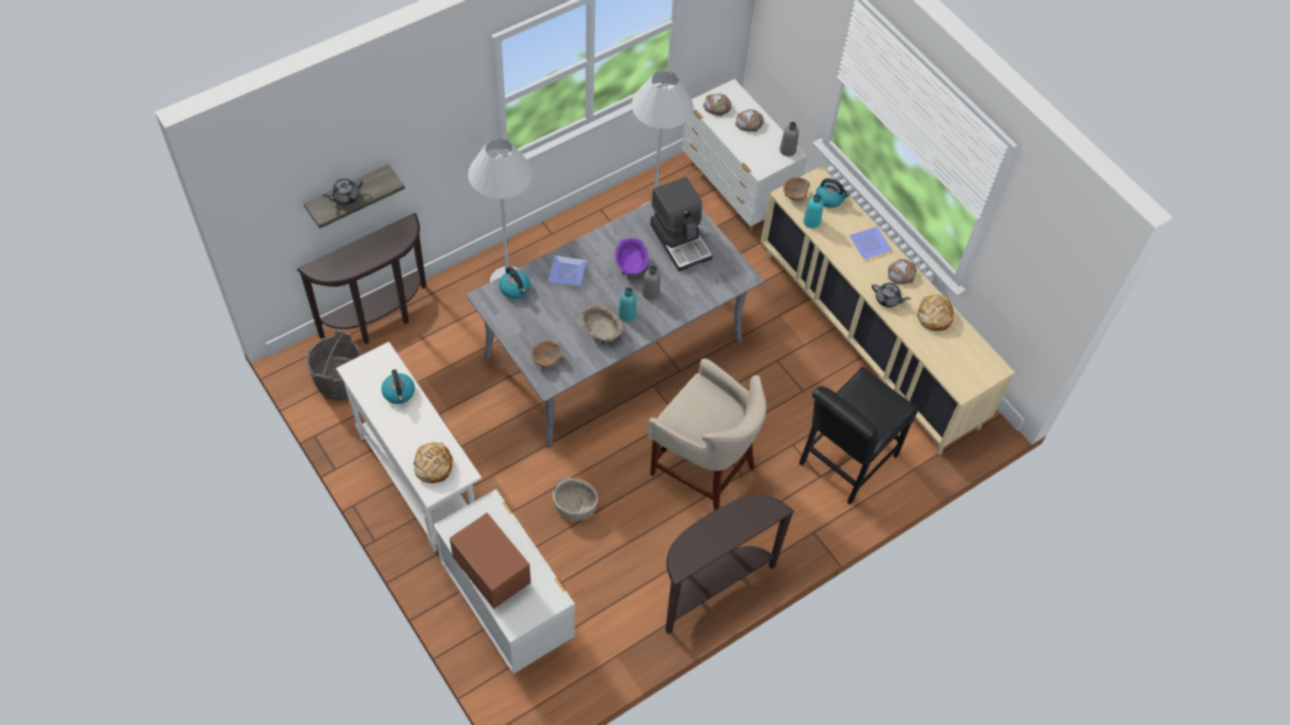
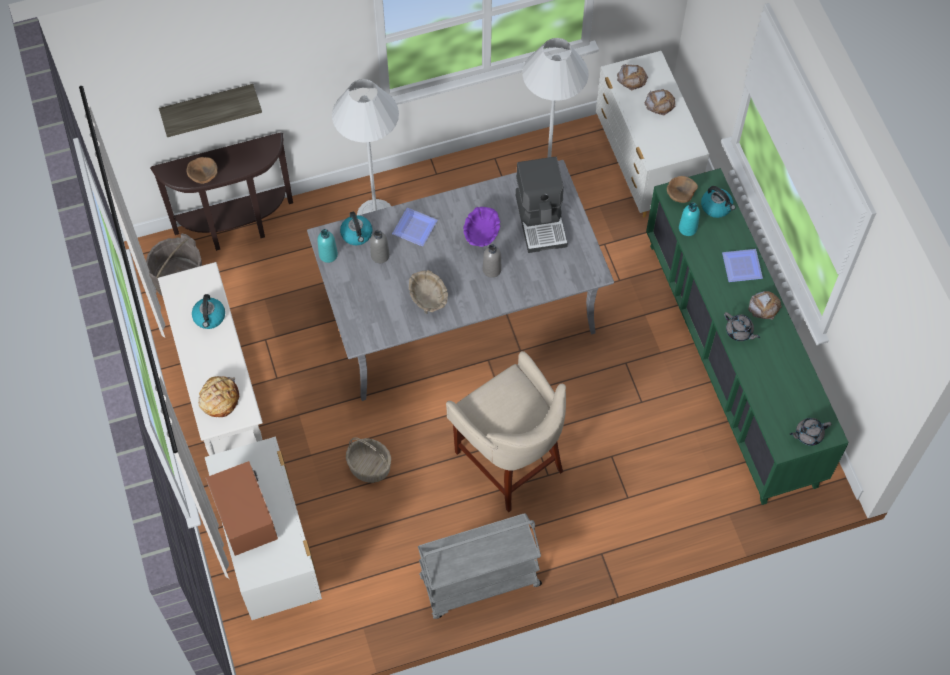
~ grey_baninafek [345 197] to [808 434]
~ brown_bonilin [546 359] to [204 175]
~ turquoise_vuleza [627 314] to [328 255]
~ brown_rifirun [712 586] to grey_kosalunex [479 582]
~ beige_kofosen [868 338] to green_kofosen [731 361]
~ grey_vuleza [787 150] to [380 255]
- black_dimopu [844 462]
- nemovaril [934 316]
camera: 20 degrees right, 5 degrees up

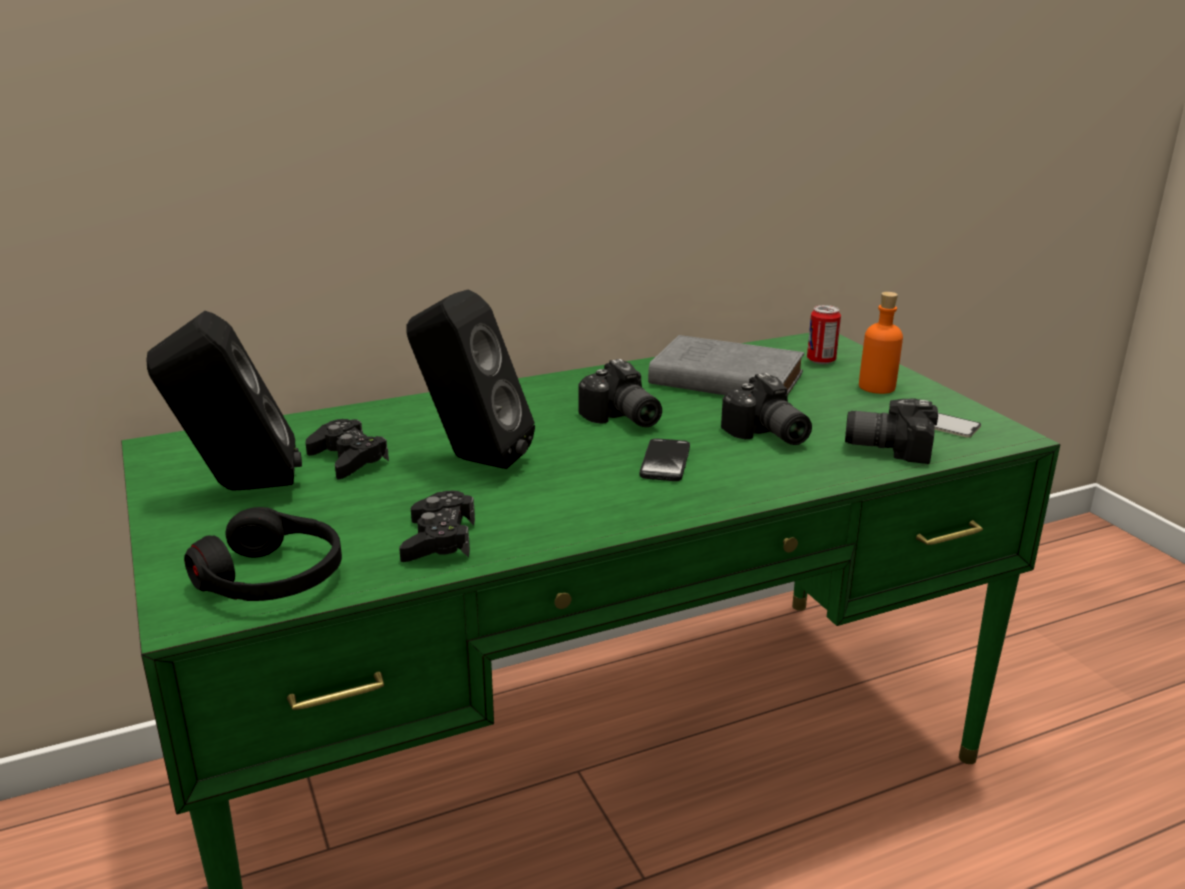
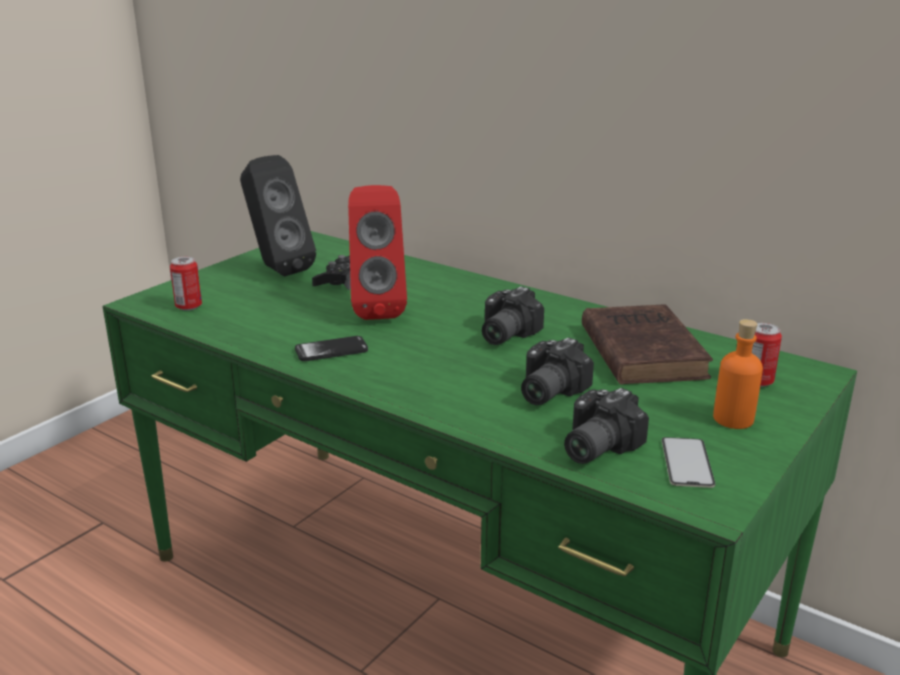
~ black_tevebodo [272 577] to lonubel [188 307]
- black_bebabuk [439 539]
~ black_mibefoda [471 460] to red_mibefoda [377 309]
~ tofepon [665 462] to [331 350]
~ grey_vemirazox [722 378] to brown_vemirazox [641 350]
~ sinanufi [887 446] = [593 447] 120 degrees counterclockwise
camera: 60 degrees right, 0 degrees up

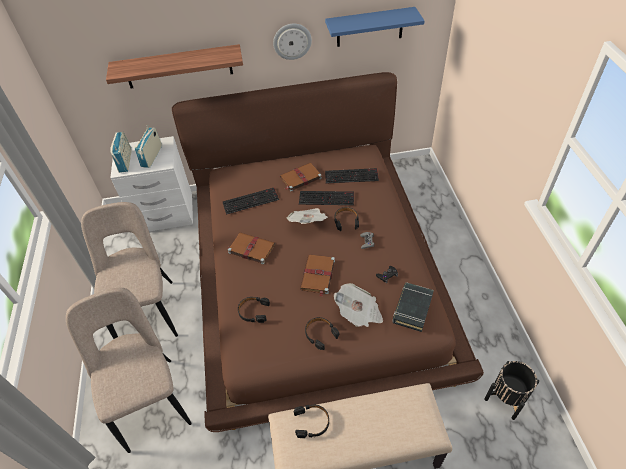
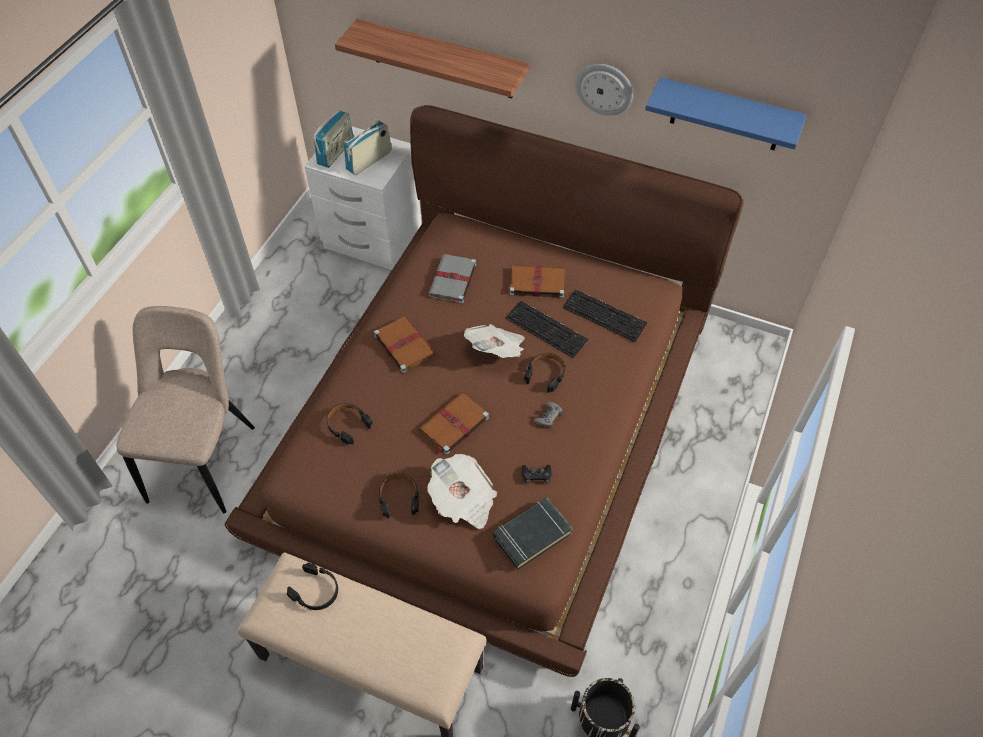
- beige_dimopu [148 310]
~ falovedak [251 200] to grey_vemirazox [452 281]
camera: 30 degrees right, 5 degrees up

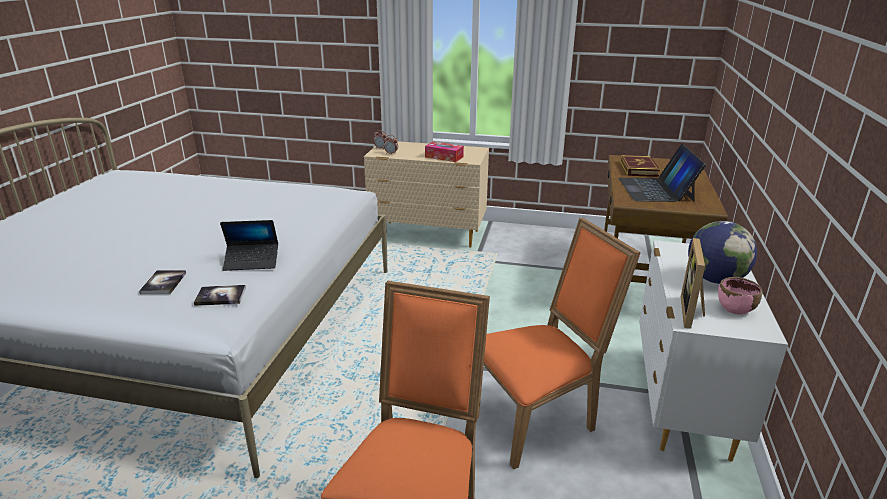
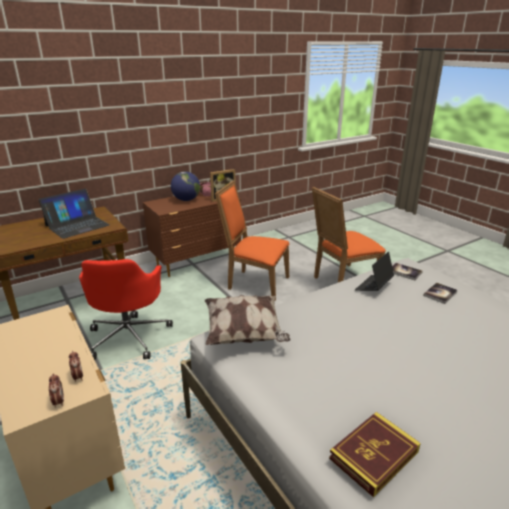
~ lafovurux [252 262] = [374 286] 90 degrees counterclockwise
- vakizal [444 157]
~ vemirazox [638 169] to [374 455]
~ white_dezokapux [683 402] to brown_dezokapux [197 261]
+ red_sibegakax [129 336]
+ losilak [244 334]
camera: 135 degrees left, 0 degrees up

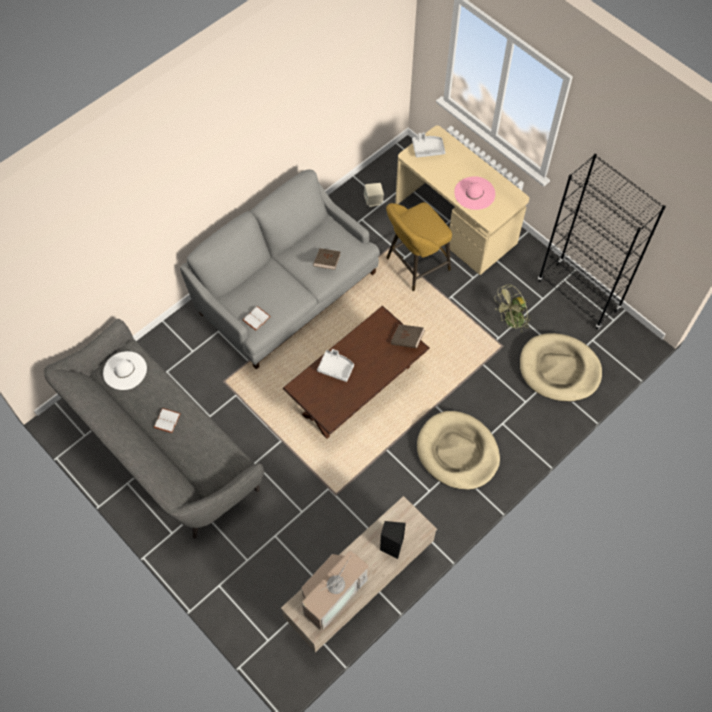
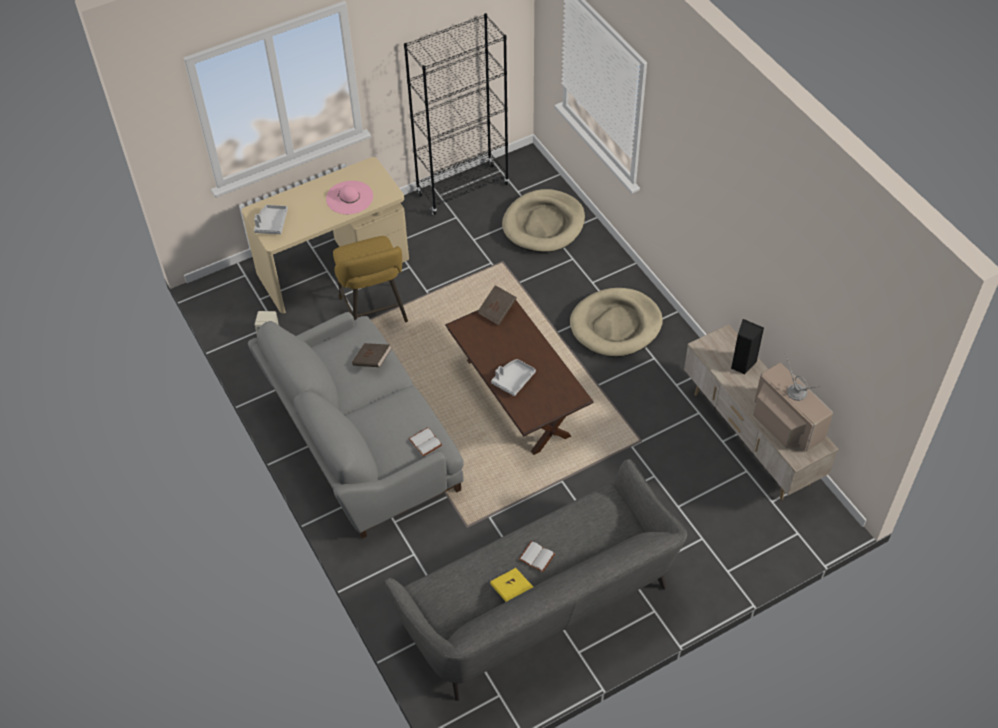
- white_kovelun [125 370]
- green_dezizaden [511 322]
+ yellow_vemirazox [512 591]
camera: 75 degrees left, 10 degrees down

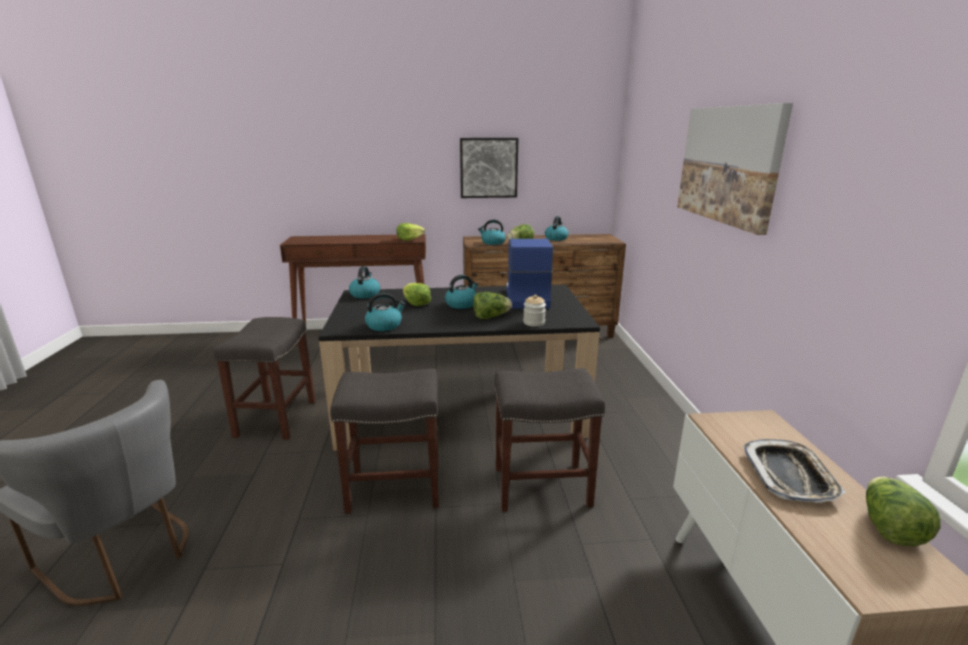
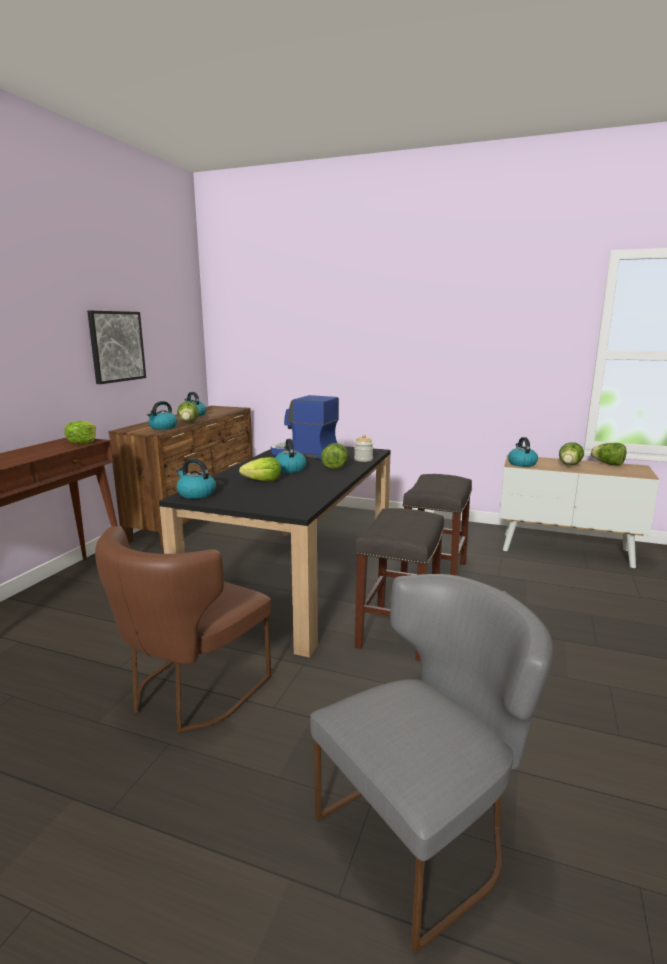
~ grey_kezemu [276 418] to brown_dimopu [191 693]
~ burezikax [384 325] to [521 463]
- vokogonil [728 164]
~ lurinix [789 475] to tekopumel [569 465]
camera: 65 degrees left, 5 degrees down

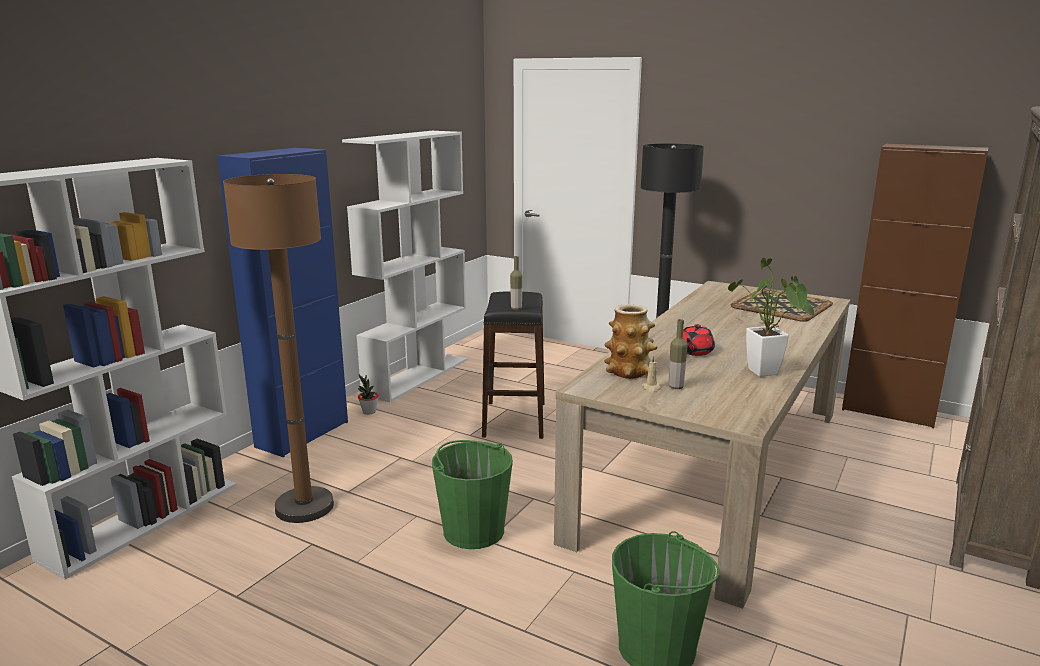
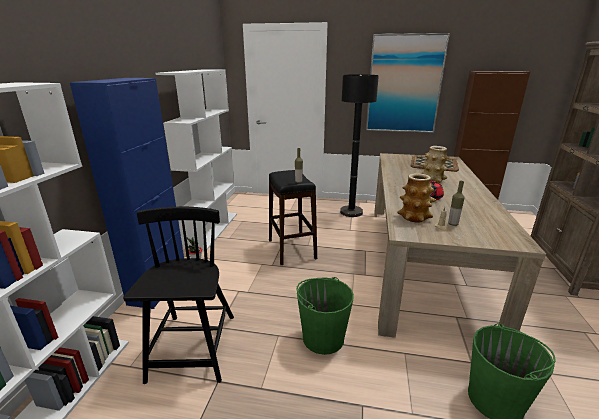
~ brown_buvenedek [304 507] to black_dimopu [193 348]
- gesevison [766 375]
+ vokogonil [404 85]
+ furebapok [432 180]
camera: 20 degrees left, 5 degrees up

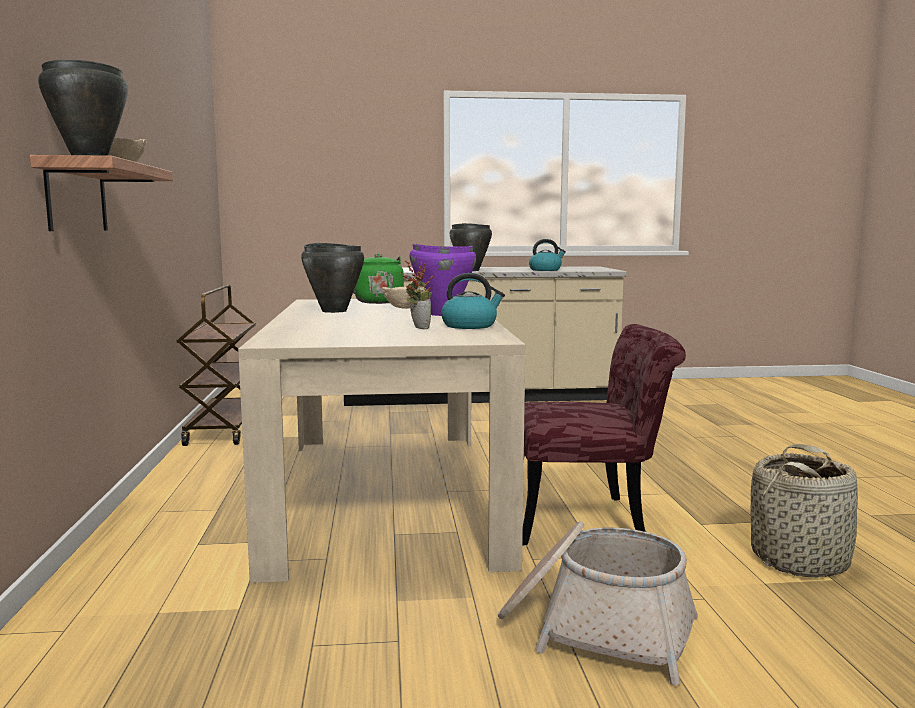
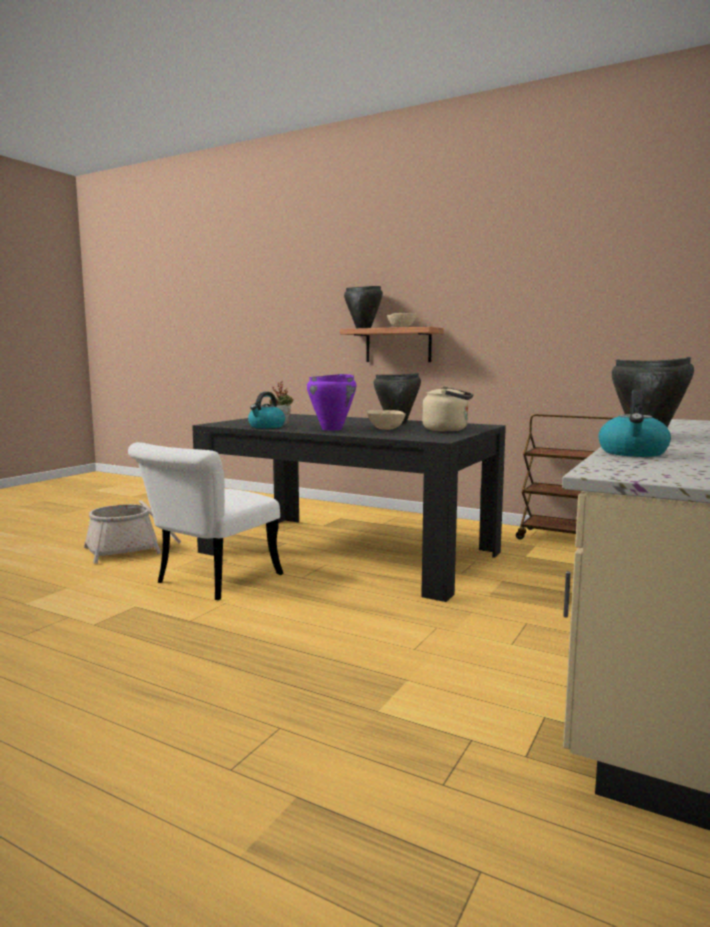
~ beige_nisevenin [387 493] to black_nisevenin [348 552]
~ green_burezikax [377 302] to beige_burezikax [448 430]
~ red_dimopu [590 519] to white_dimopu [209 582]
- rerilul [800 560]
camera: 125 degrees right, 0 degrees up

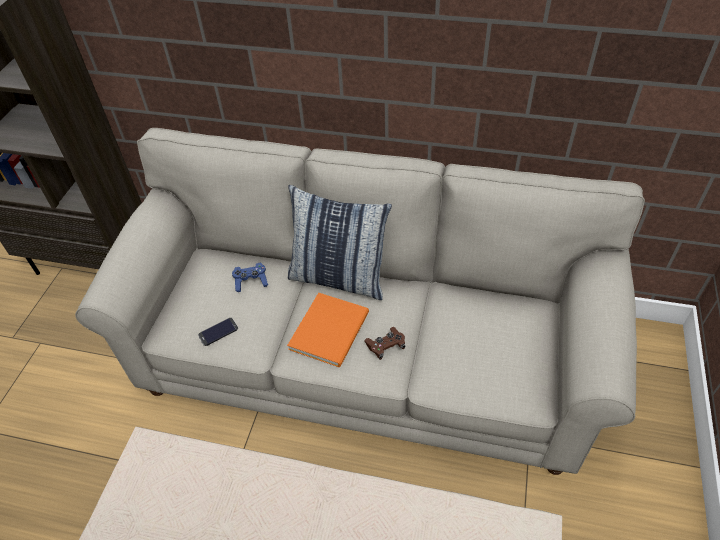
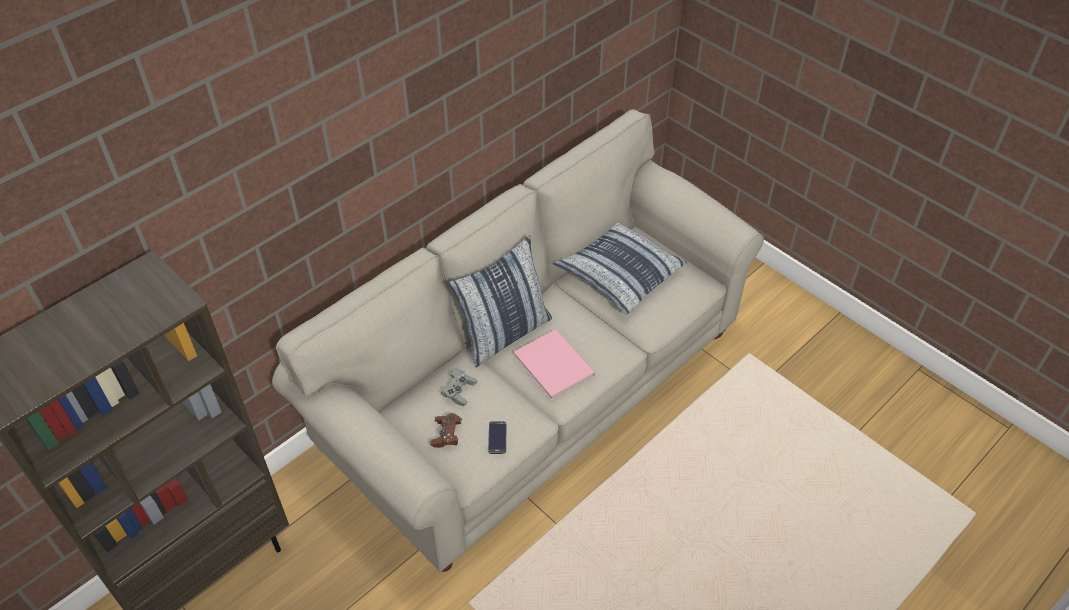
~ blue_bebabuk [251 281] to grey_bebabuk [459 391]
~ orange_vemirazox [332 329] to pink_vemirazox [554 363]
~ brown_bebabuk [385 346] to [446 434]
+ losilak [619 273]
camera: 60 degrees left, 0 degrees up

